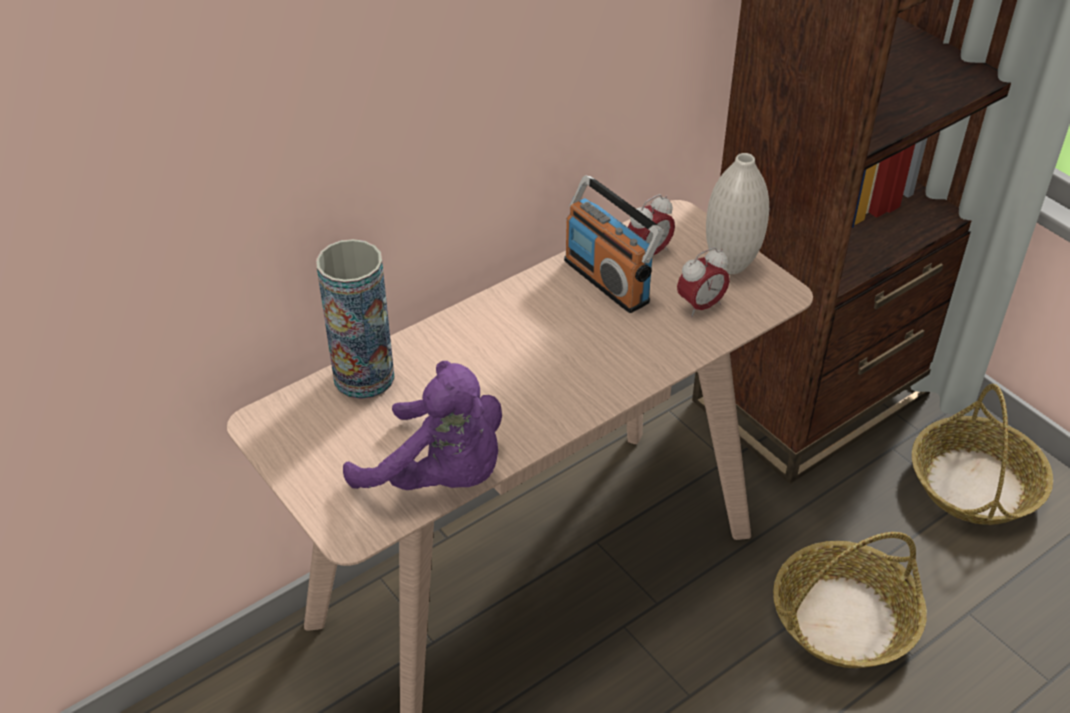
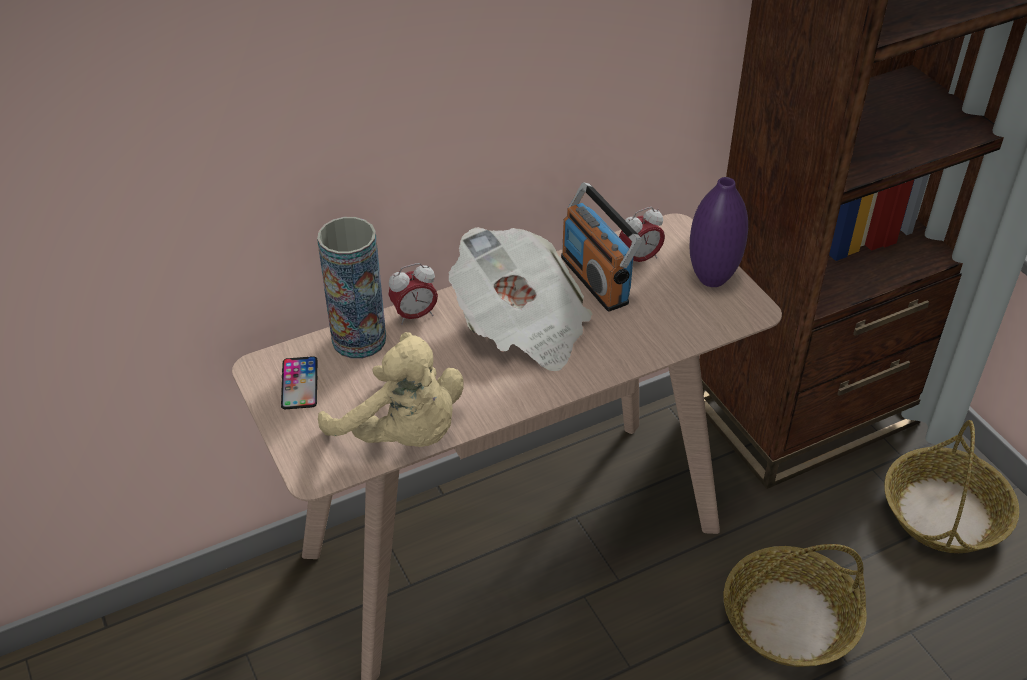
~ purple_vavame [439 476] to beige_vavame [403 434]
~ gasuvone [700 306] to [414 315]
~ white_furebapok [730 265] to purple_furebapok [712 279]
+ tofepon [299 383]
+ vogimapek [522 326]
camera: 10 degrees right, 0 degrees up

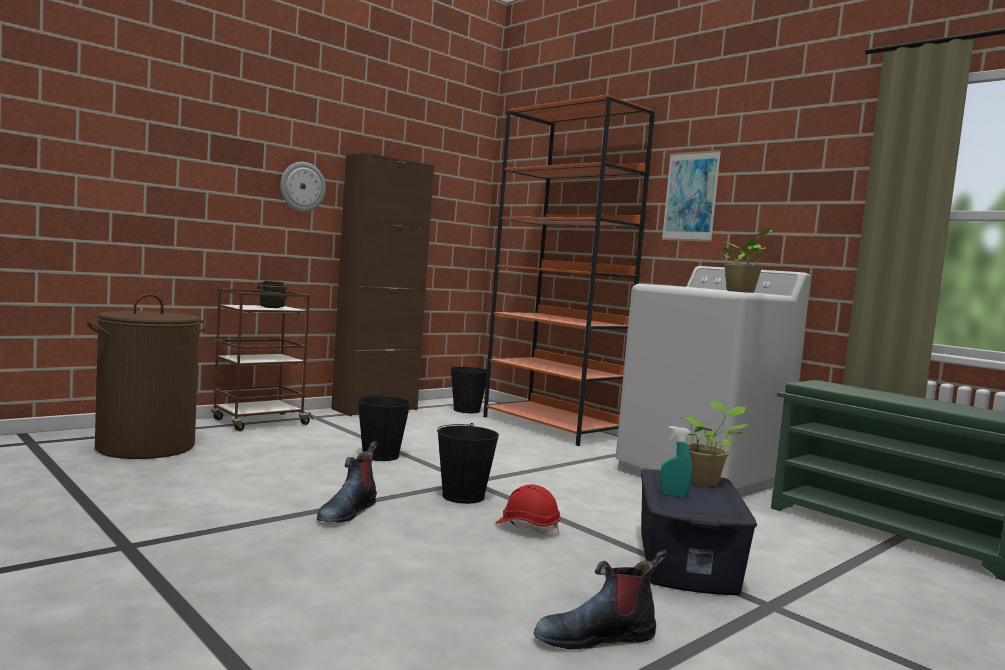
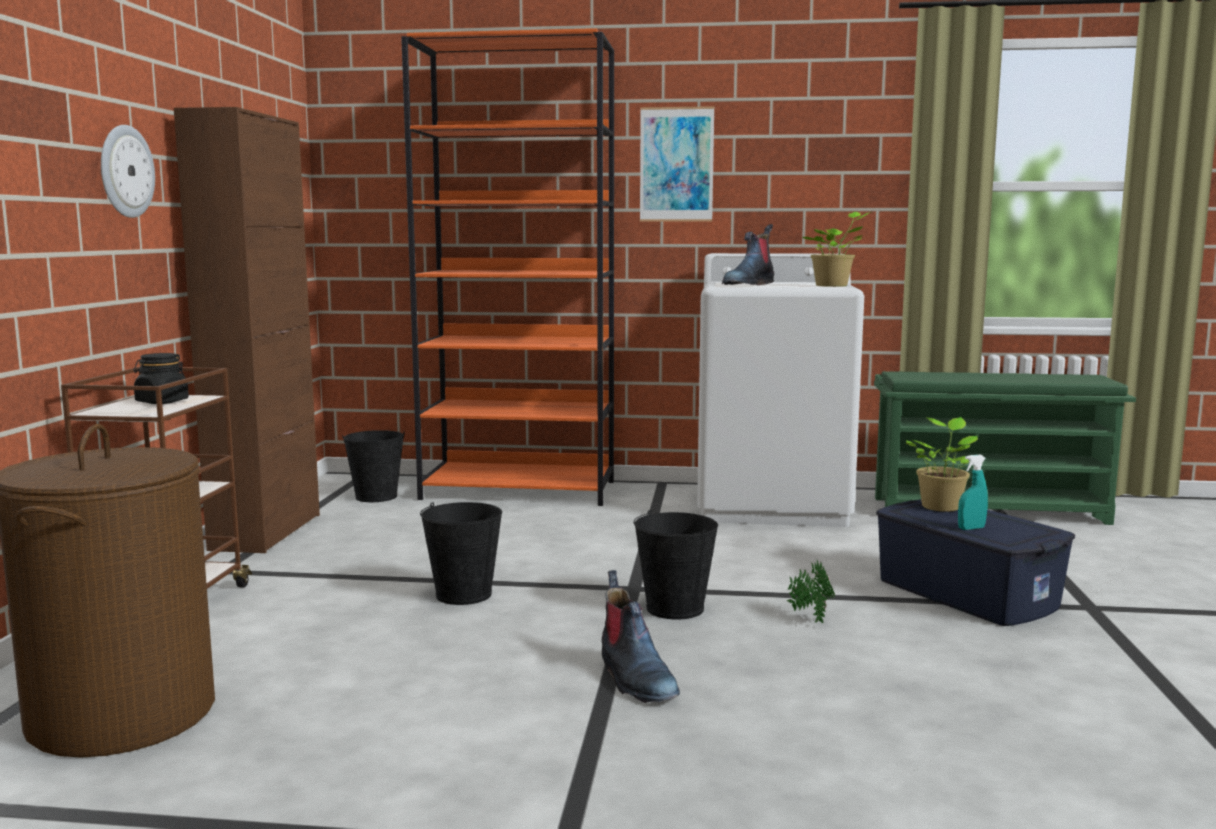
~ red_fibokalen [527 528] to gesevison [809 617]
~ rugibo [596 636] to [748 284]
camera: 40 degrees left, 5 degrees up

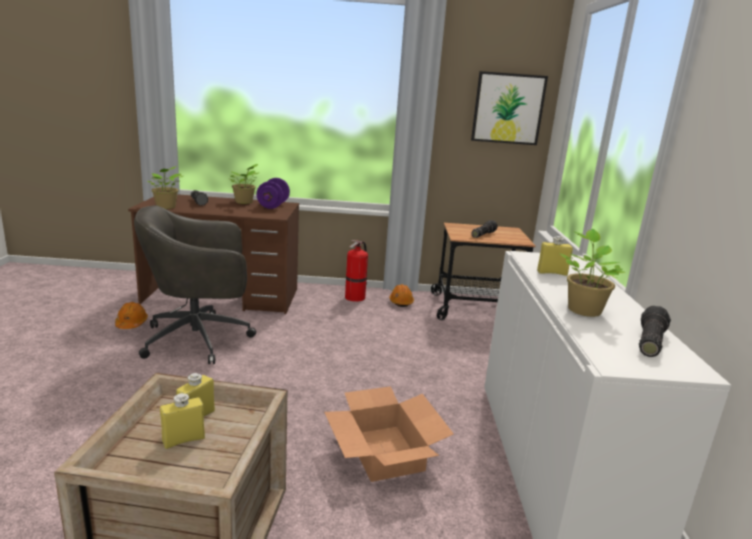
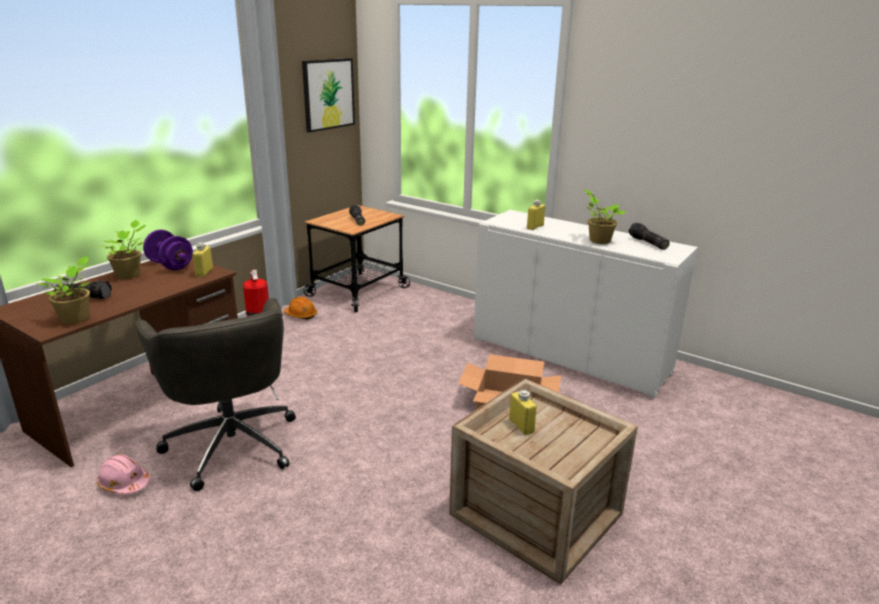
~ orange_fibokalen [131 323] to pink_fibokalen [124 483]
~ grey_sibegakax [200 339] = [232 442] 45 degrees counterclockwise
~ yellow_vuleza [183 440] to [204 272]
camera: 55 degrees left, 5 degrees up

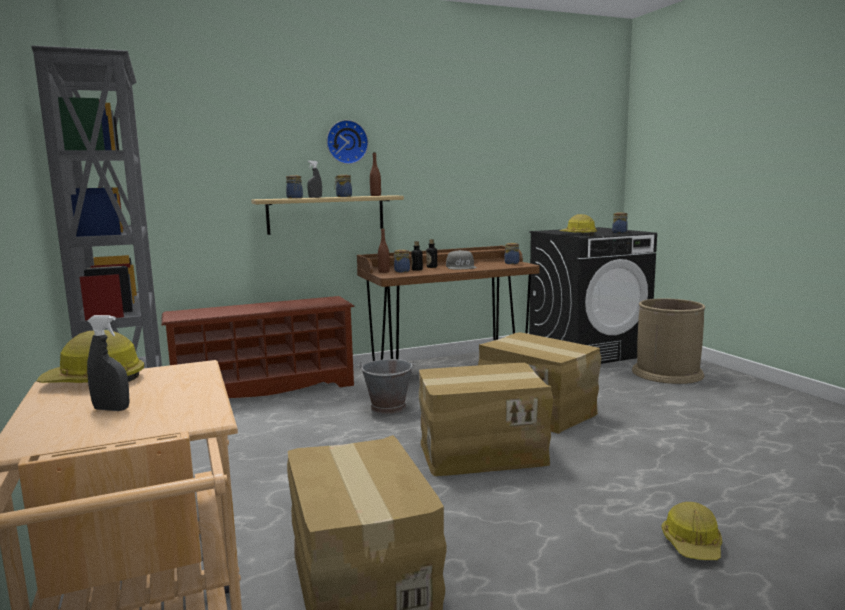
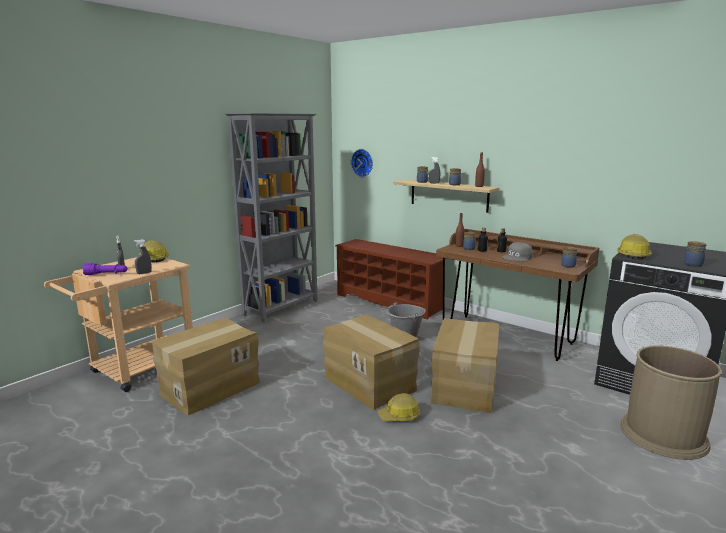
~ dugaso [346 142] to [363 163]
~ fibokalen [692 544] to [399 416]
+ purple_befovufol [106 274]
+ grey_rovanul [144 273]
camera: 60 degrees right, 5 degrees up

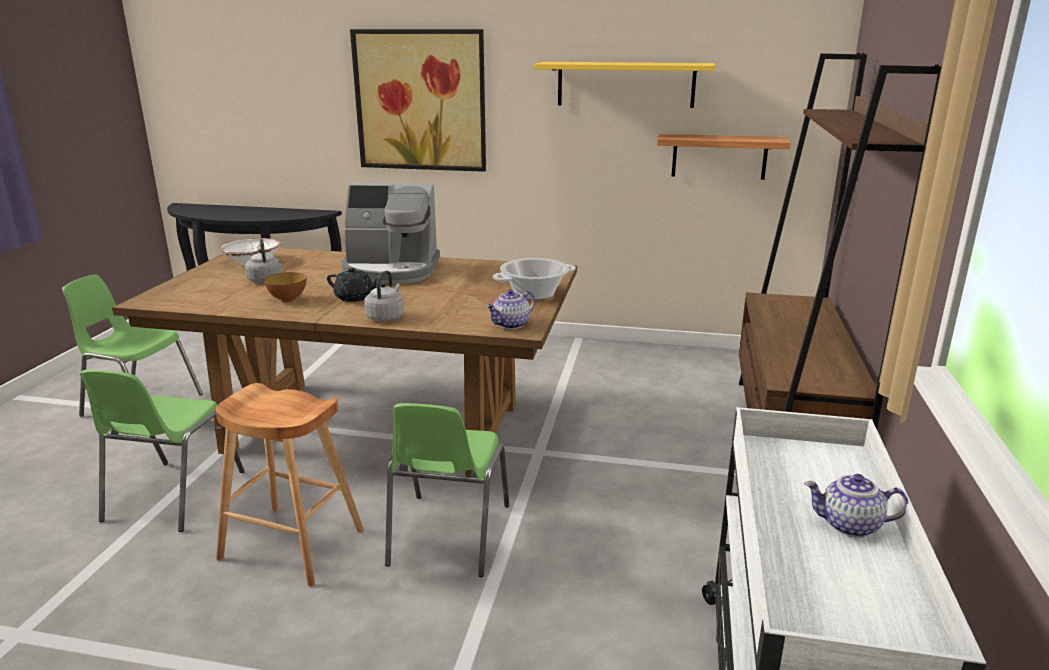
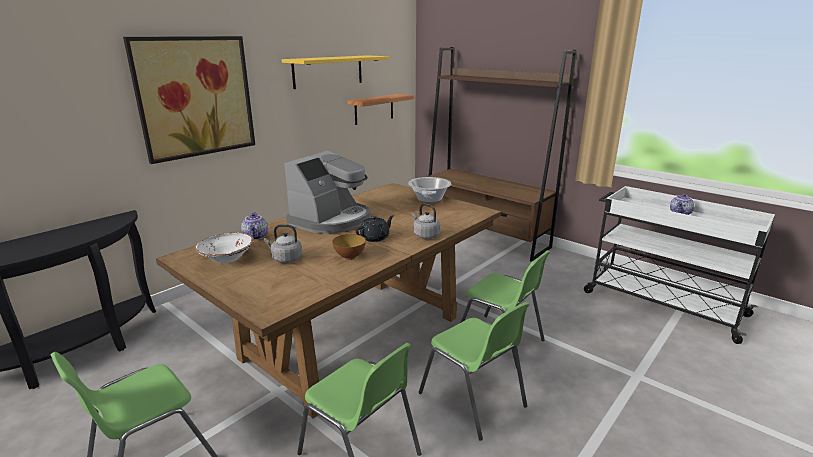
~ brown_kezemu [292 545] to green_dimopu [473 400]
~ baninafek [511 325] to [256 236]
camera: 60 degrees left, 0 degrees up

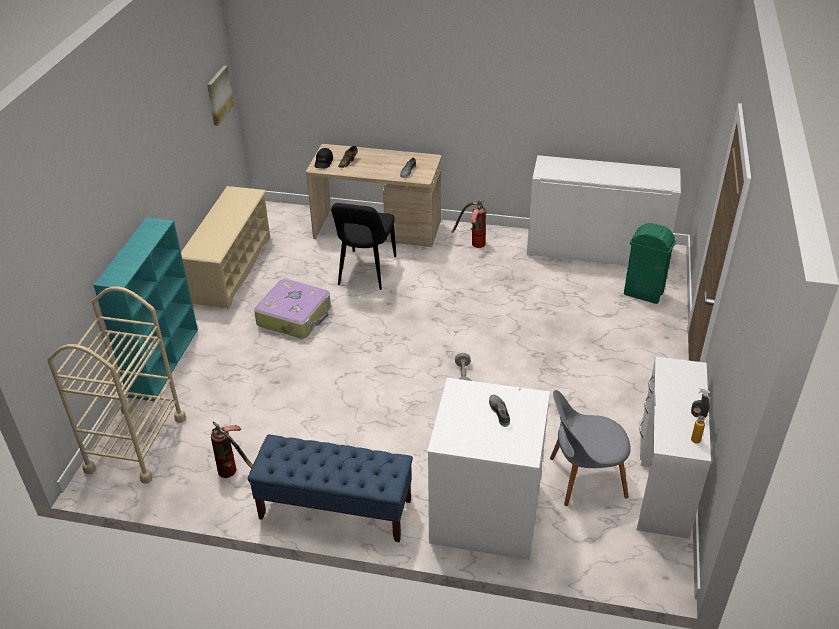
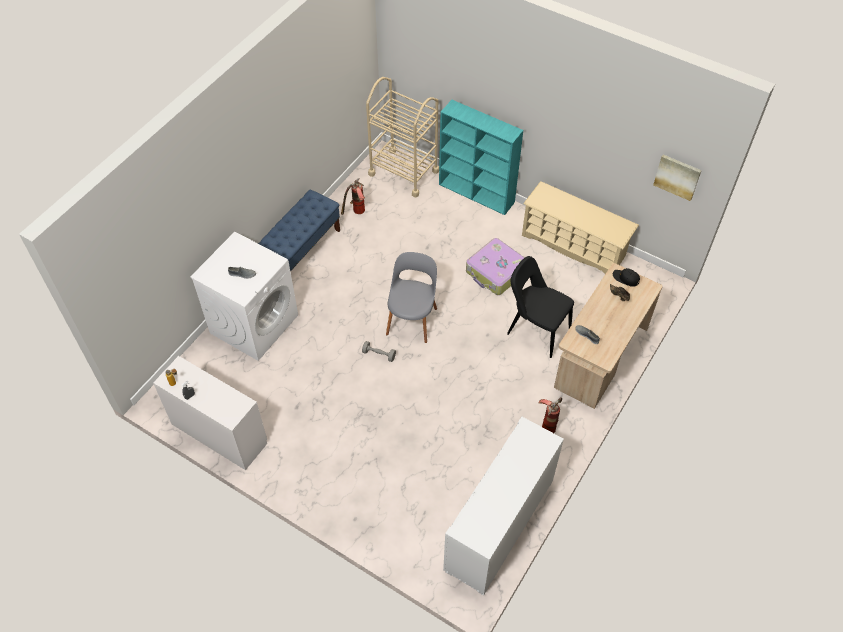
~ grey_dimopu [584 478] to [412 319]
- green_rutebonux [643 294]
camera: 110 degrees right, 15 degrees up

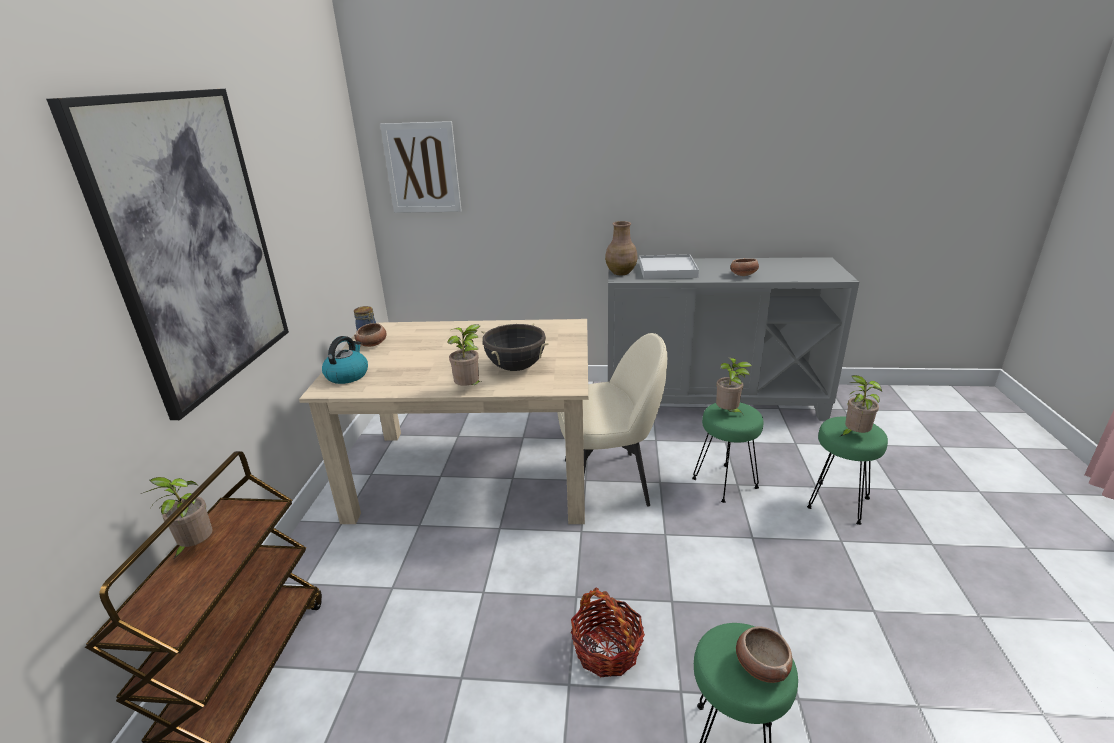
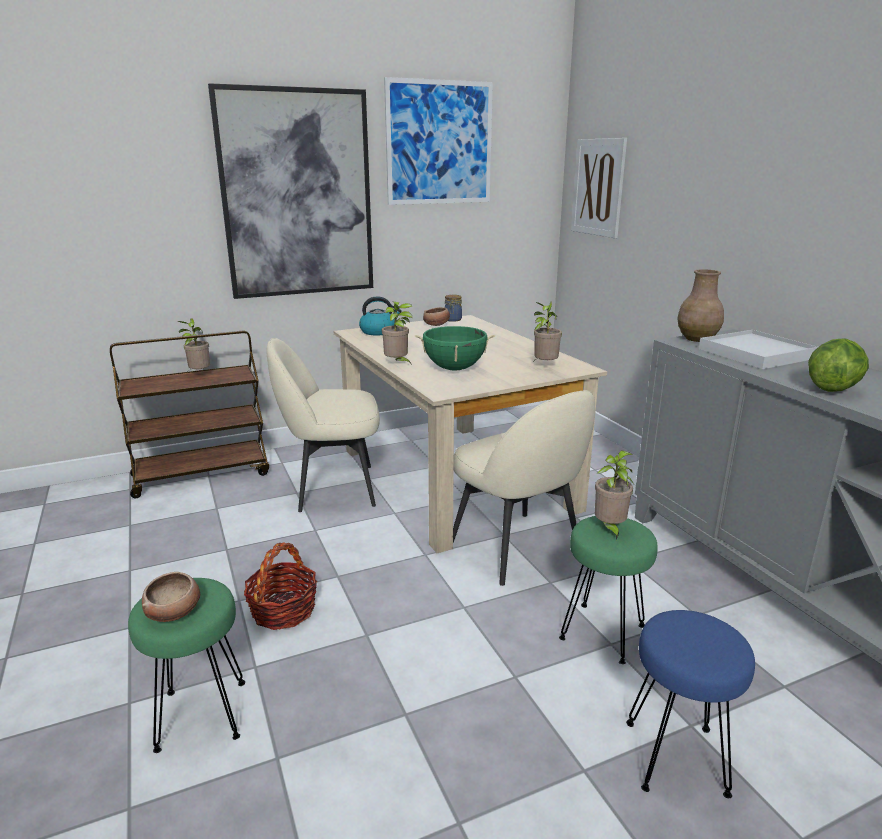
~ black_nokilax [516 367] to green_nokilax [454 368]
~ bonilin [743 275] to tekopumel [832 389]
~ green_kezemu [837 502] to blue_kezemu [676 756]
~ gesevison [854 435] to [544 366]
+ beige_dimopu [333 487]
+ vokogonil [439 143]
camera: 60 degrees right, 5 degrees down

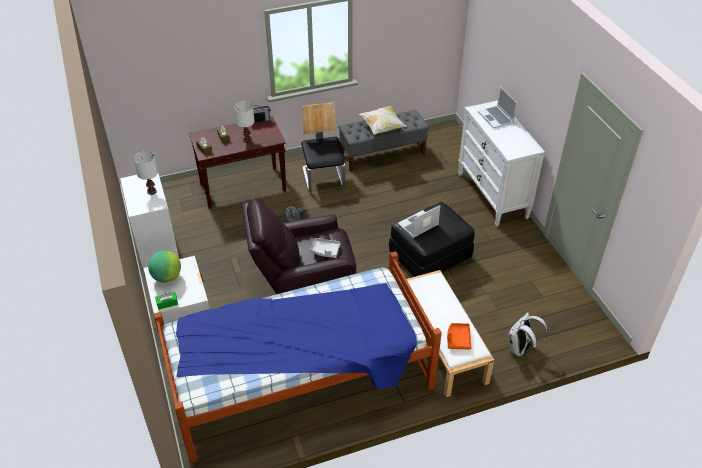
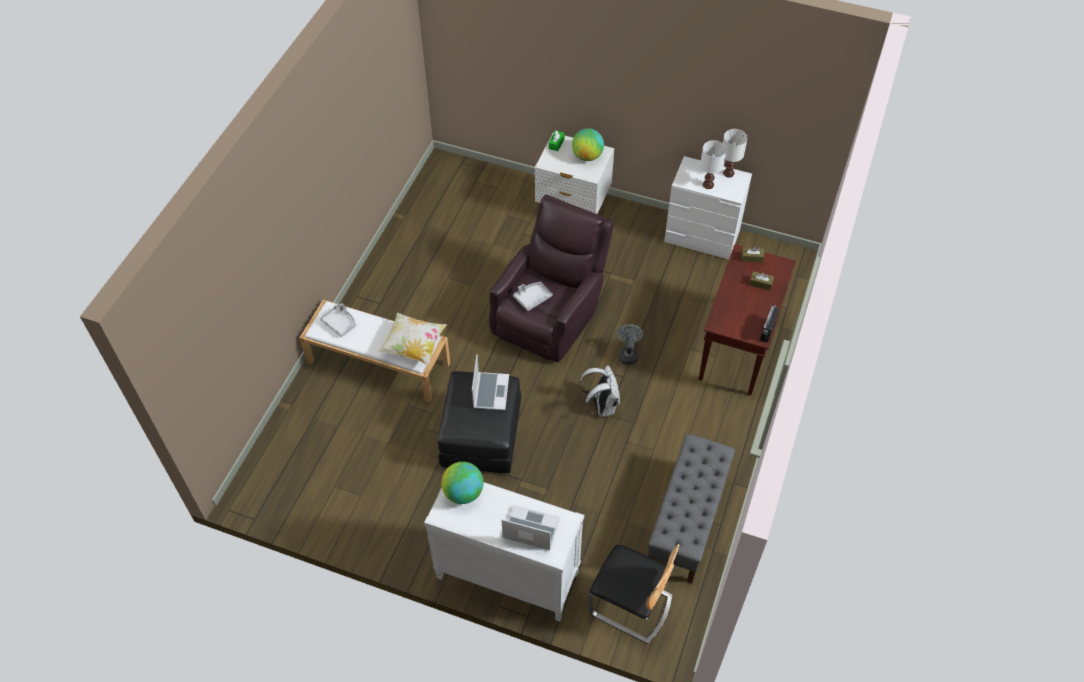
- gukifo [300 380]
~ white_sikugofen [247 139] to [729 173]
~ dimopu [323 177] to [631 605]
~ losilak [382 128] to [413 346]
~ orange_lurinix [458 339] to grey_lurinix [340 323]
~ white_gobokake [520 349] to [601 406]
+ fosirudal [463 492]
camera: 130 degrees right, 10 degrees up

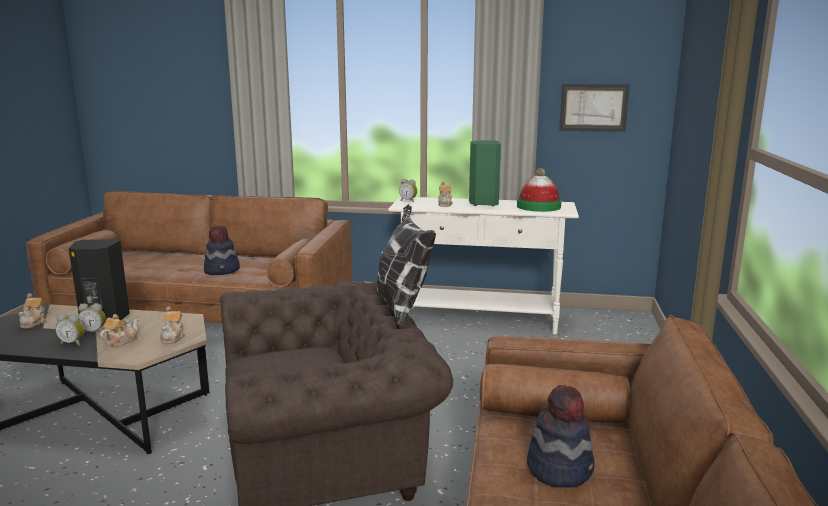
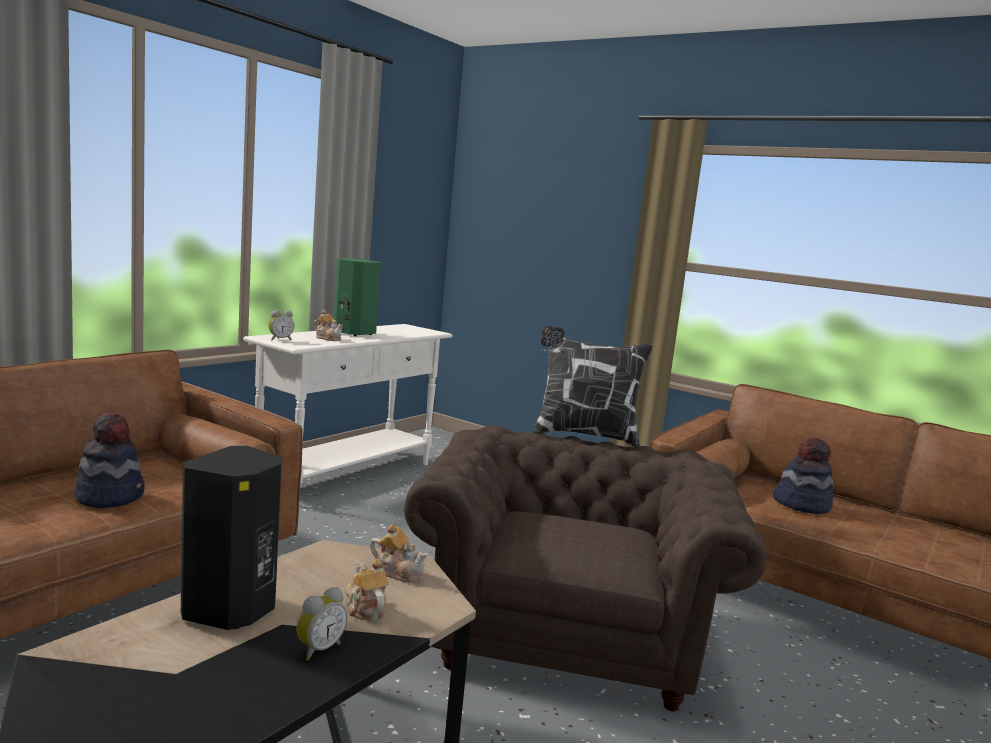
- baninafek [34 323]
- gasuvone [94 332]
- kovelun [538 206]
- vokogonil [593 107]
camera: 65 degrees left, 5 degrees down

